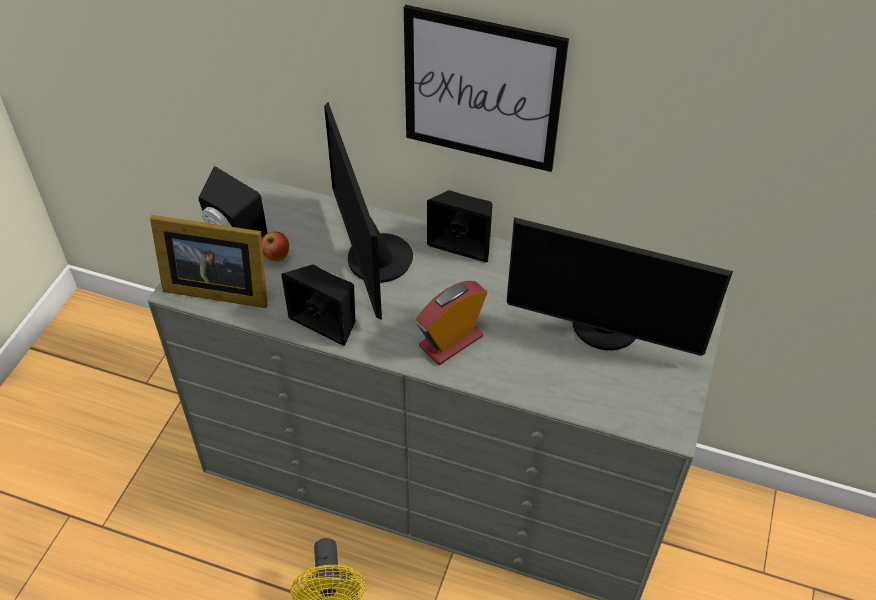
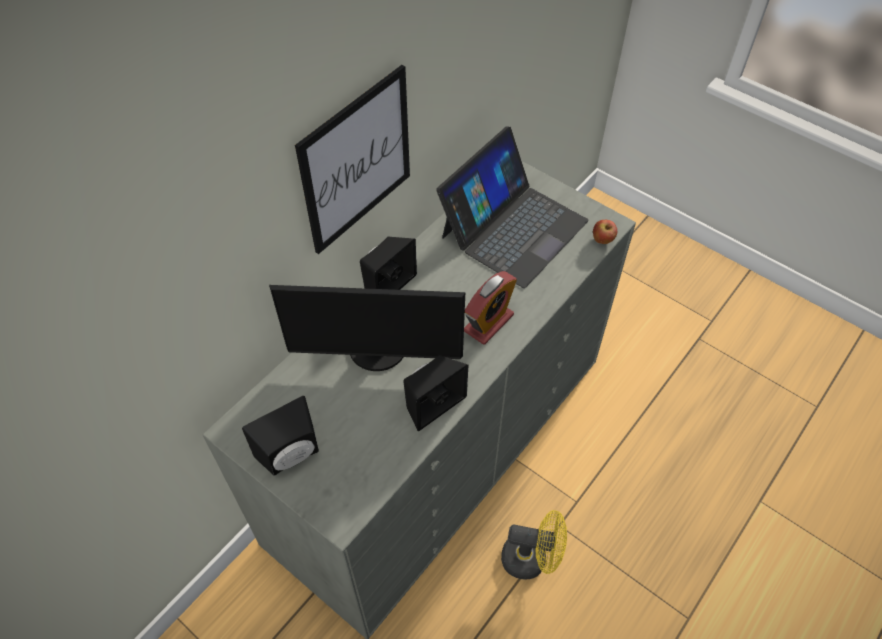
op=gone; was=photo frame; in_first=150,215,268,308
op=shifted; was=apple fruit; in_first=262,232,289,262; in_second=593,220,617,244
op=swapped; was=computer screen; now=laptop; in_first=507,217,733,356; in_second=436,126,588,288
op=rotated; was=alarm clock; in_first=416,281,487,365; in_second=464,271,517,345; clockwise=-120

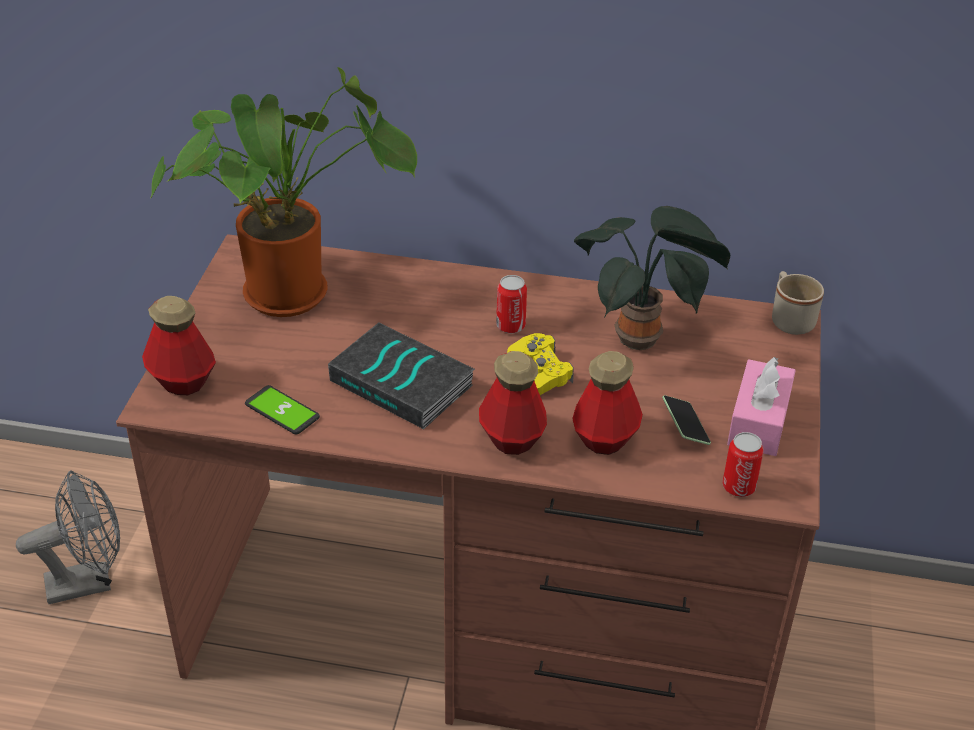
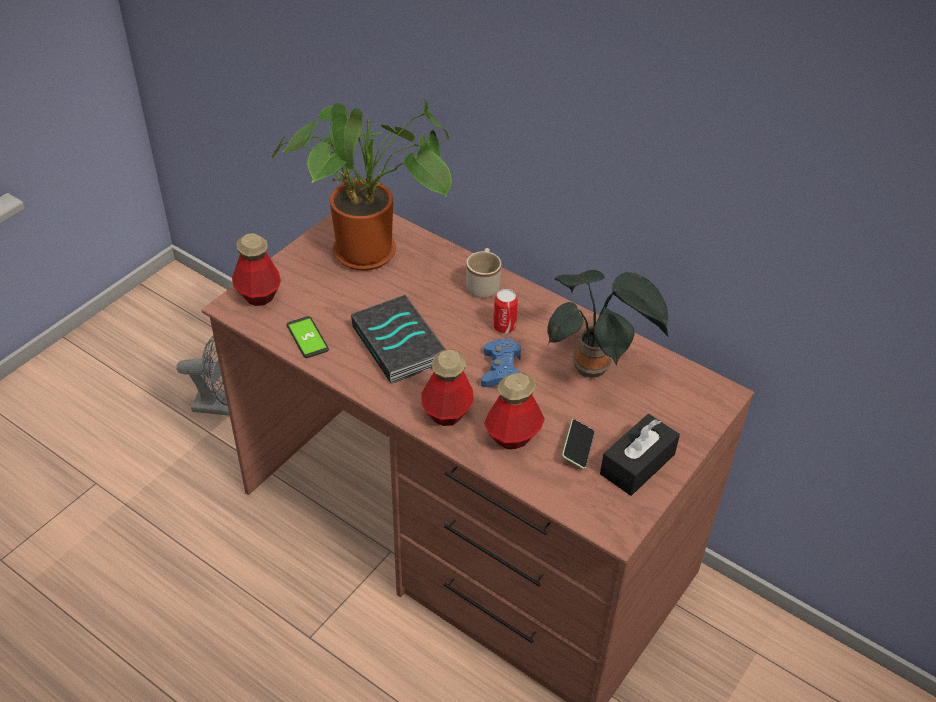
op=gone; was=sealed can; in_first=723,432,764,497
op=shifted; was=mug (beige-coloured); in_first=772,271,824,335; in_second=466,248,501,298
op=repainted; was=gamepad (yellow); now=gamepad (blue-coloured); in_first=507,333,574,395; in_second=481,339,521,387
op=repainted; was=box of tissues (pinkish); now=box of tissues (black); in_first=727,357,796,456; in_second=600,414,680,496

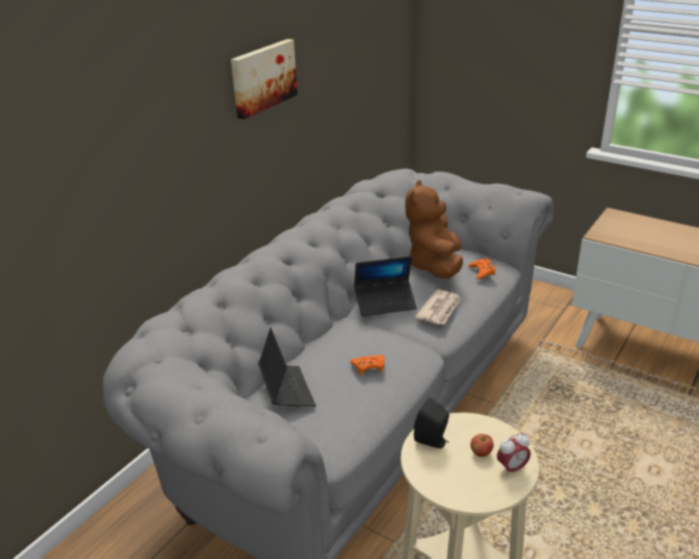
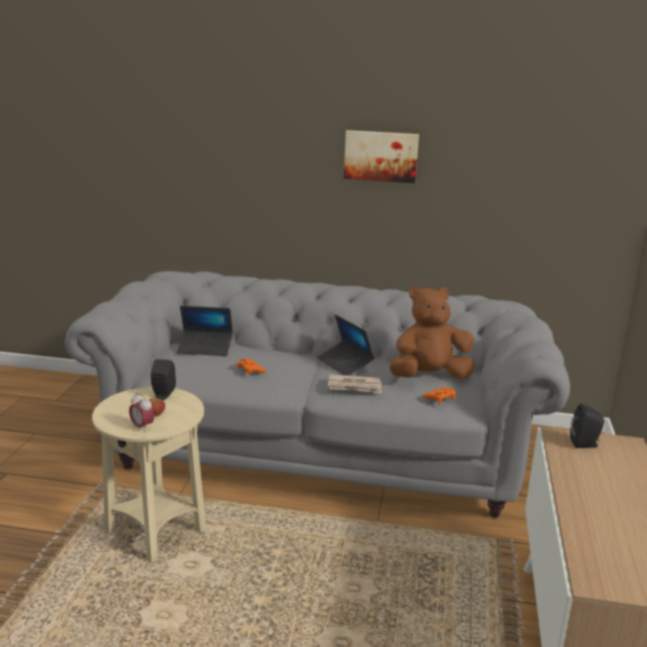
op=new; now=loudspeaker (black); in_second=570,404,604,448
op=rotated; was=laptop; in_first=258,328,316,407; in_second=177,306,233,356; clockwise=45

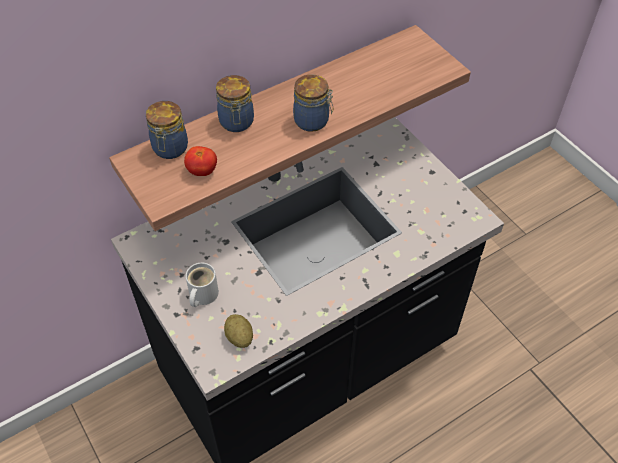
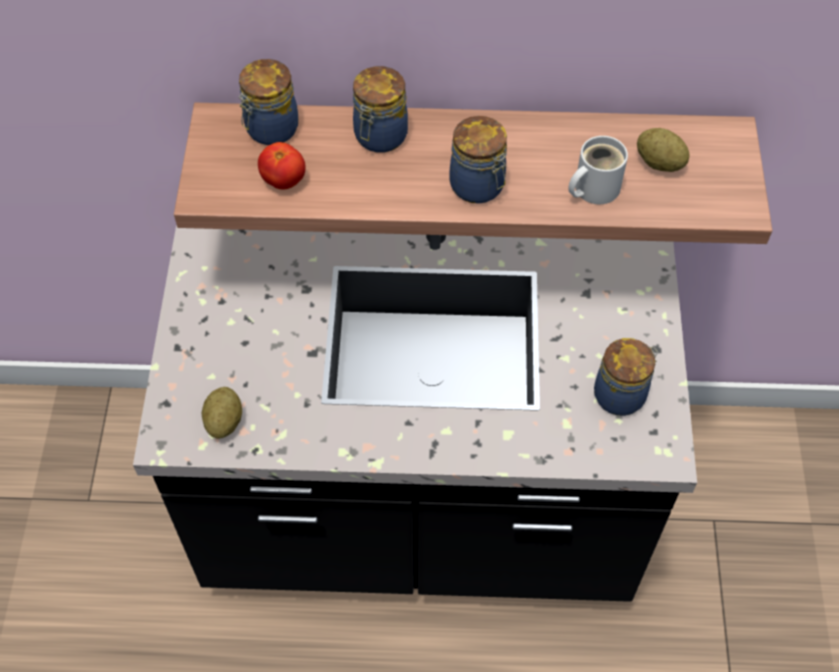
op=new; now=jar; in_second=594,338,658,416
op=new; now=potato; in_second=637,128,690,172
op=shifted; was=mug (whitish); in_first=186,263,219,307; in_second=568,136,628,204

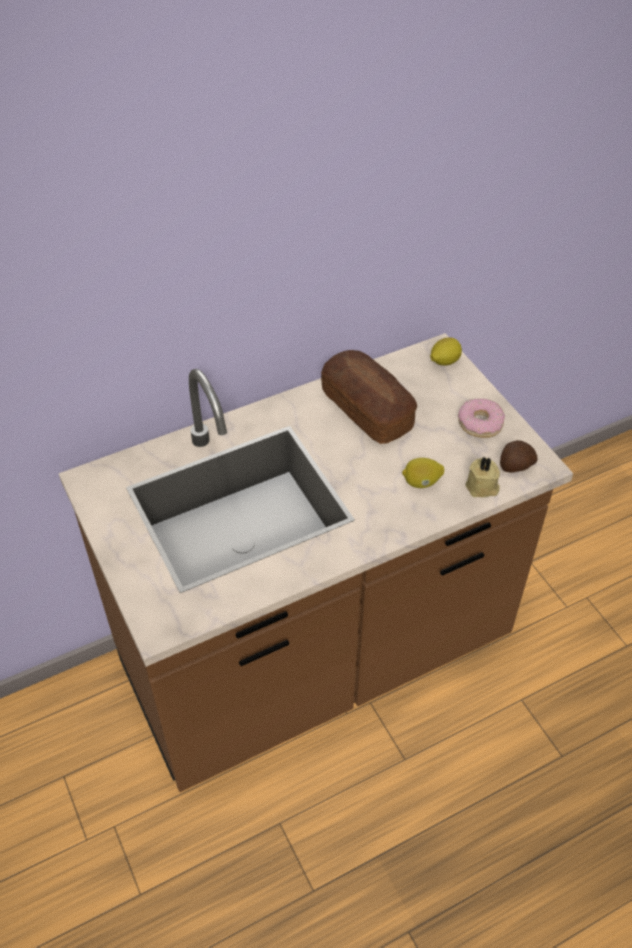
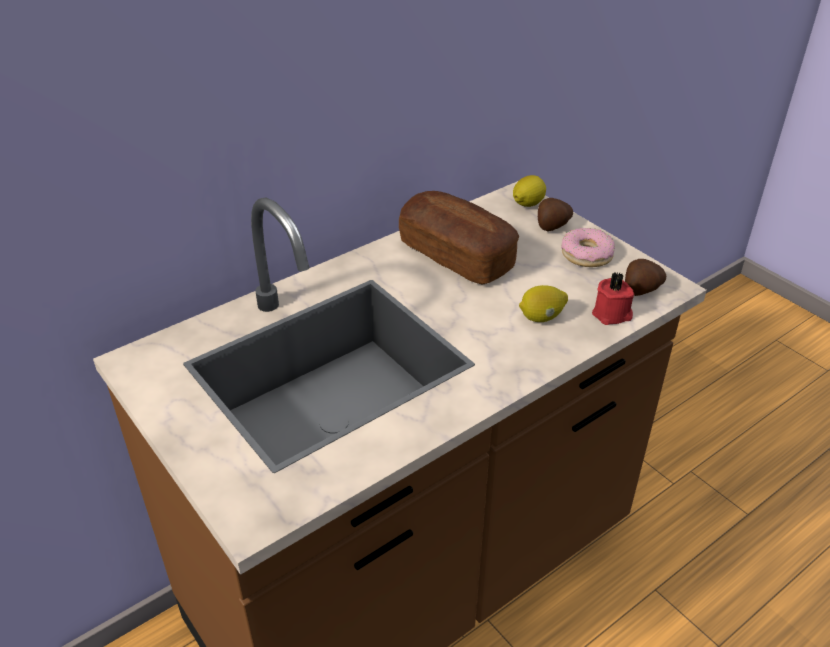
op=new; now=potato; in_second=538,198,573,232
op=repainted; was=wax candle (beige-coloured); now=wax candle (red-coloured); in_first=465,457,500,497; in_second=592,272,634,325

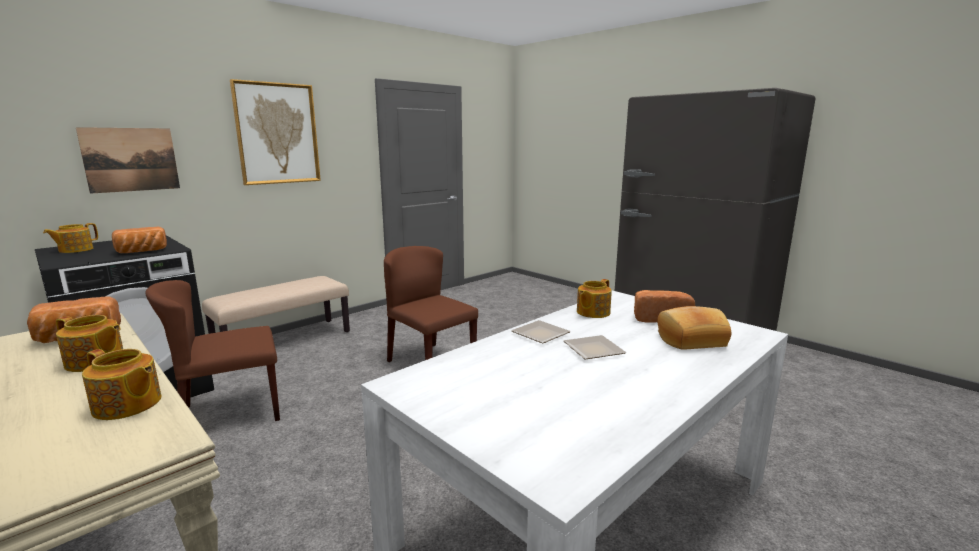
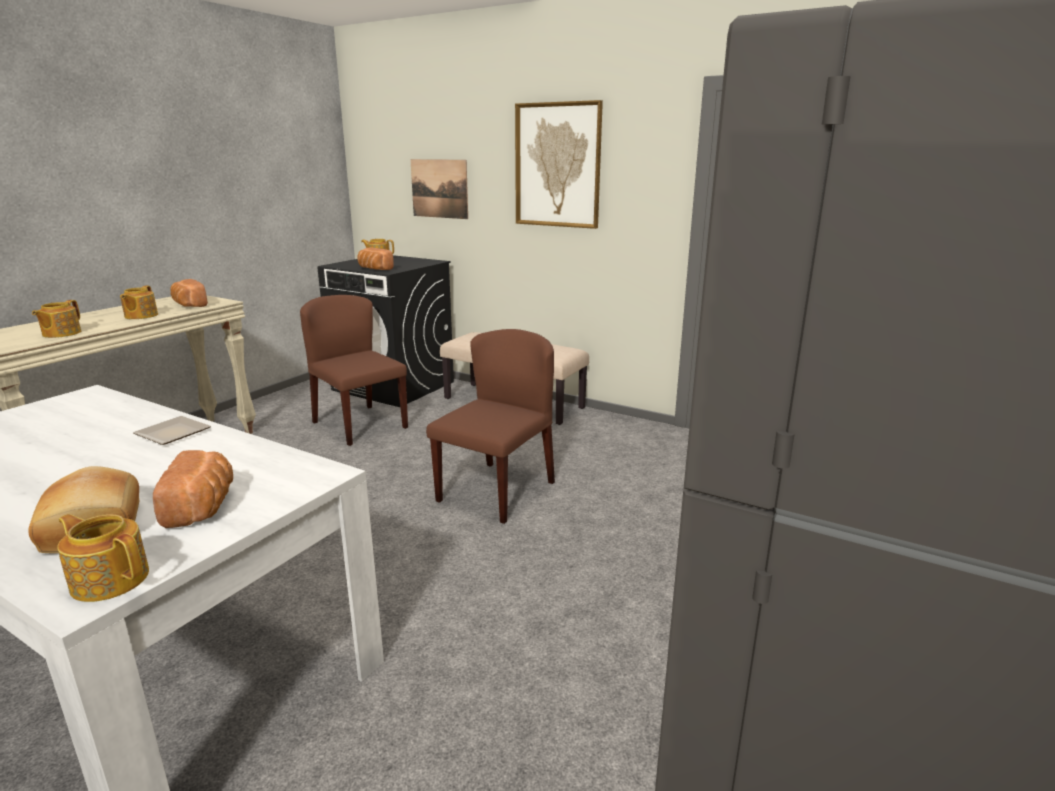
op=gone; was=dinner plate; in_first=564,335,627,360
op=shifted; was=teapot; in_first=577,279,612,318; in_second=57,514,149,602

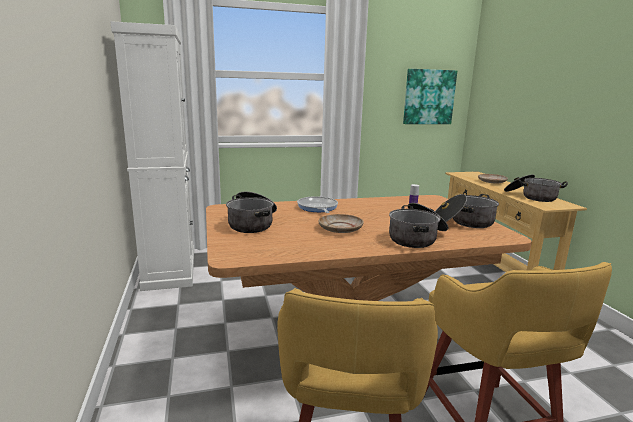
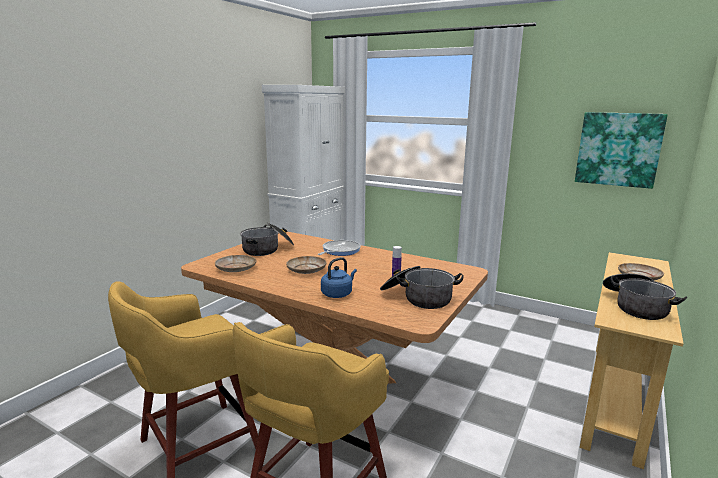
op=new; now=dinner plate (beige-coloured); in_second=215,255,256,272
op=swapped; was=stockpot; now=tea kettle (blue-coloured); in_first=389,203,448,248; in_second=321,257,357,298

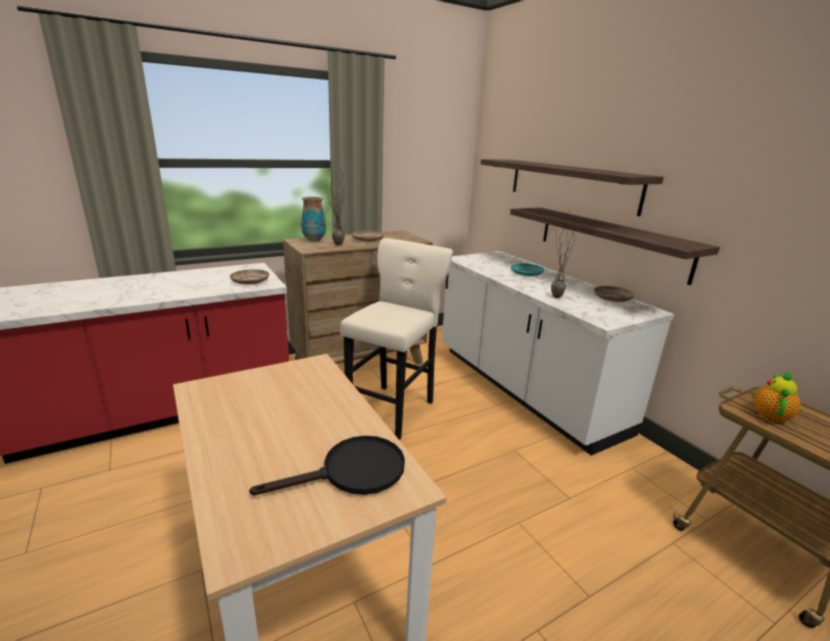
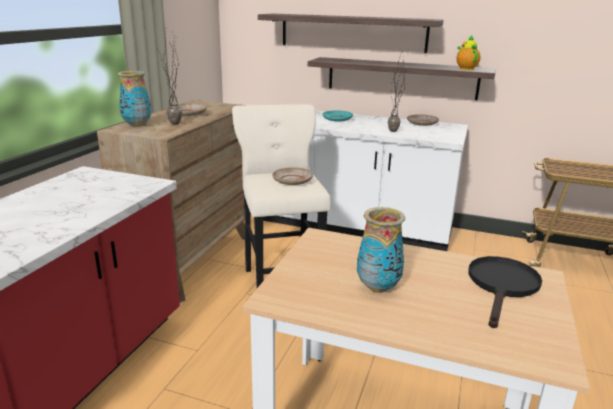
op=new; now=flower vase; in_second=357,207,405,293
op=shifted; was=dinner plate (beige-coloured); in_first=230,269,269,285; in_second=272,167,313,185
op=shifted; was=teapot; in_first=754,371,801,424; in_second=456,35,480,70

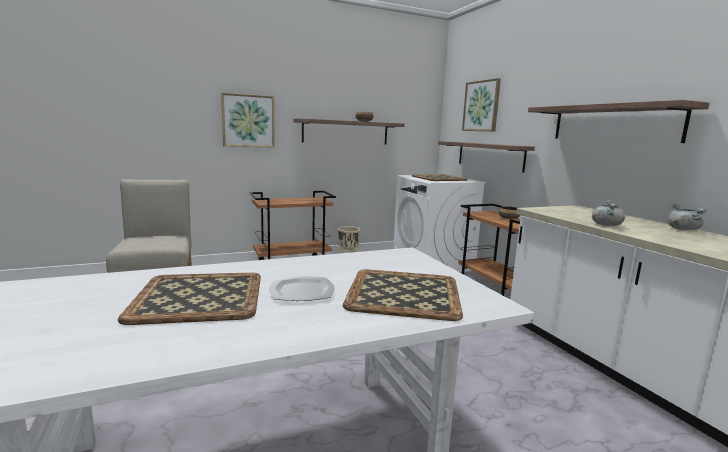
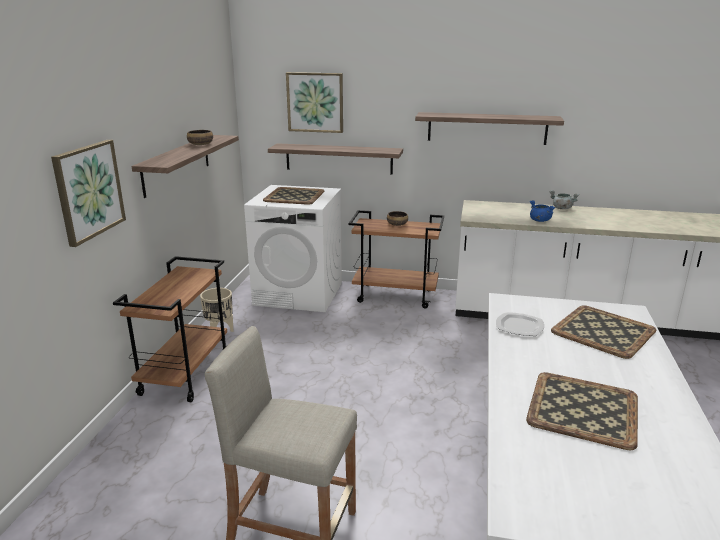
op=shifted; was=dinner plate; in_first=269,276,335,301; in_second=496,312,544,336
op=repainted; was=stockpot (gray); now=stockpot (blue-coloured); in_first=592,200,625,226; in_second=530,200,556,222

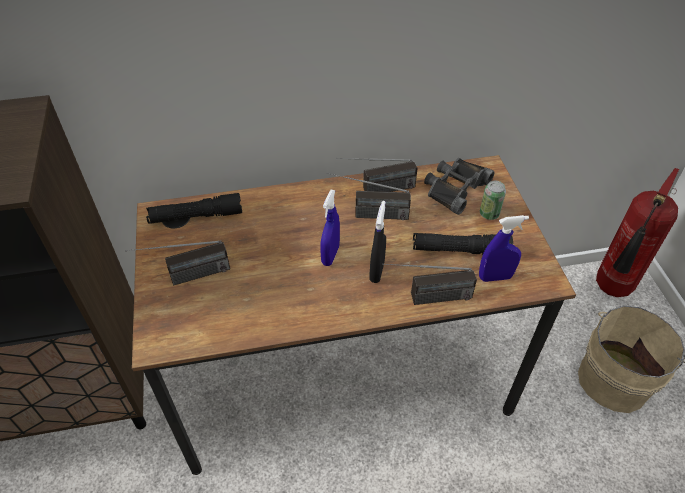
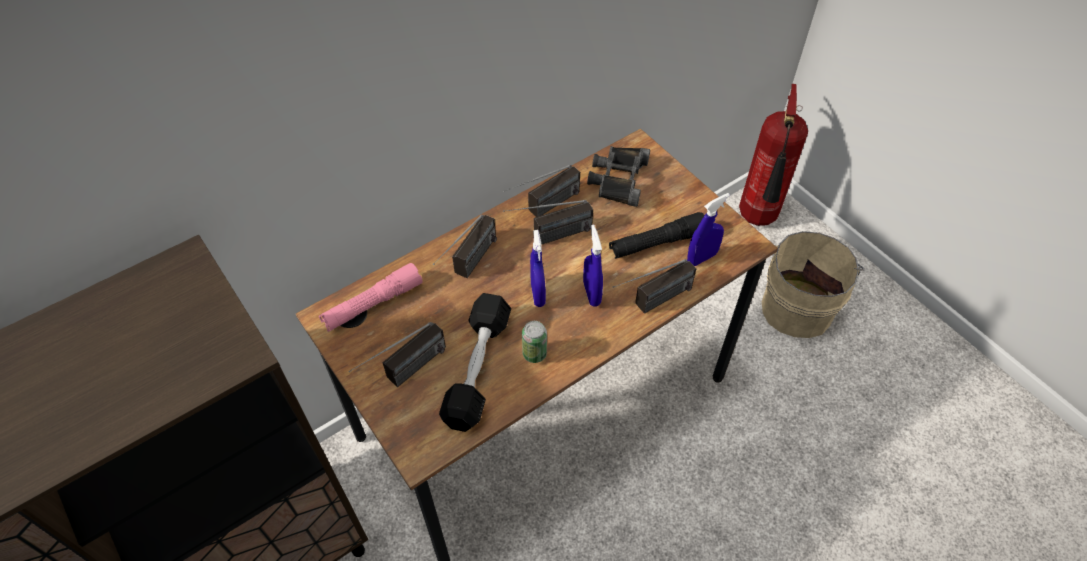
op=new; now=radio; in_second=433,214,497,278
op=new; now=hand weight (black); in_second=439,293,511,432
op=shifted; was=sealed can; in_first=480,181,506,220; in_second=522,321,547,363
op=repainted; was=torch (black); now=torch (pinkish); in_first=146,193,242,224; in_second=319,263,423,332
op=repainted; was=sprayer (black); now=sprayer (blue-coloured); in_first=369,201,386,283; in_second=583,225,603,307

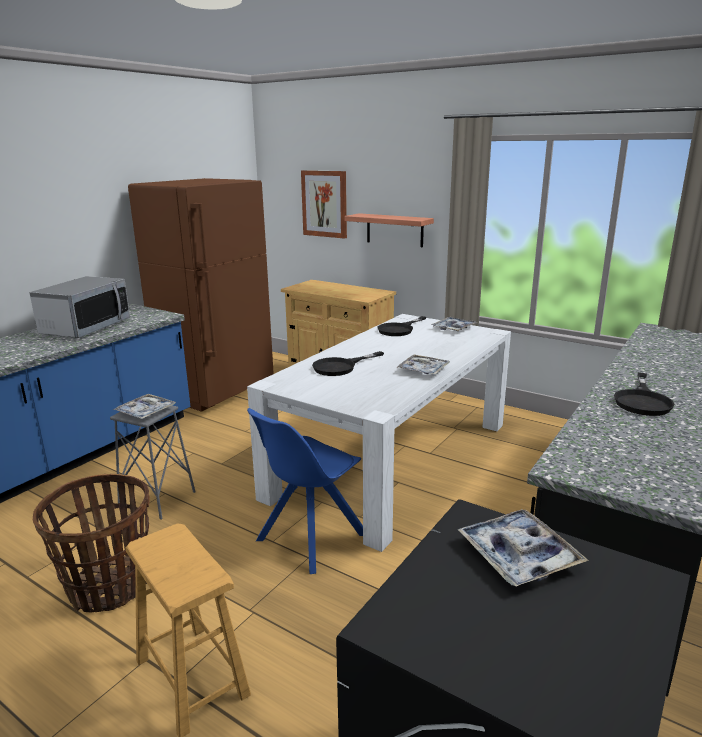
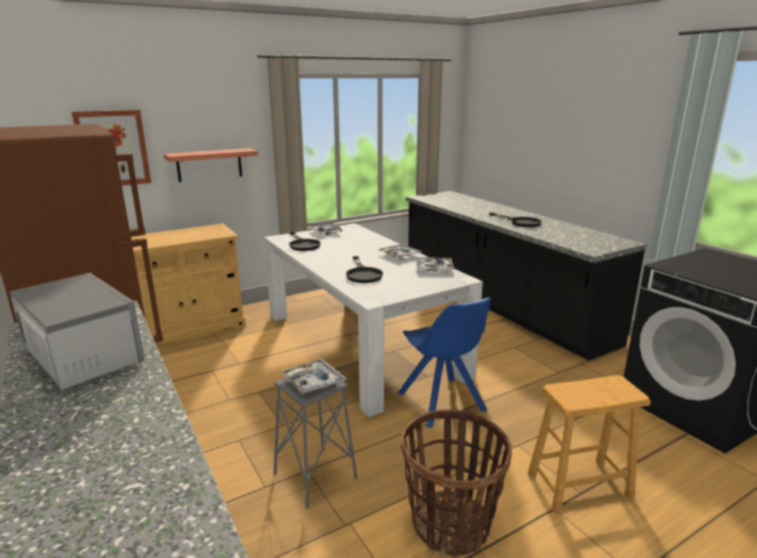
op=shifted; was=carrying tray; in_first=458,509,588,586; in_second=416,257,454,271

